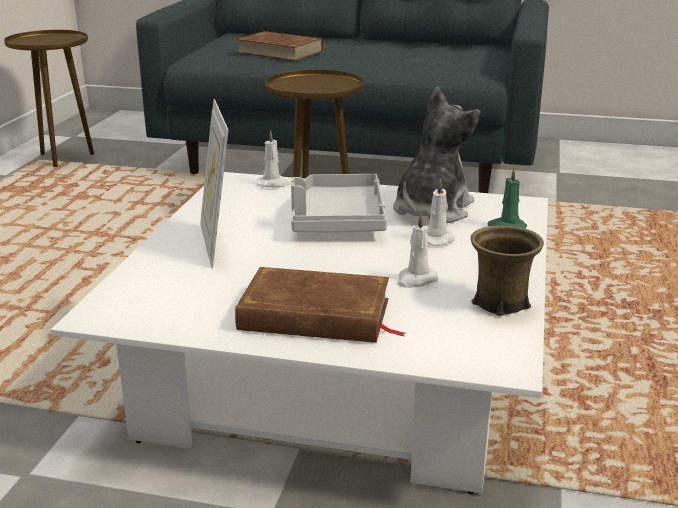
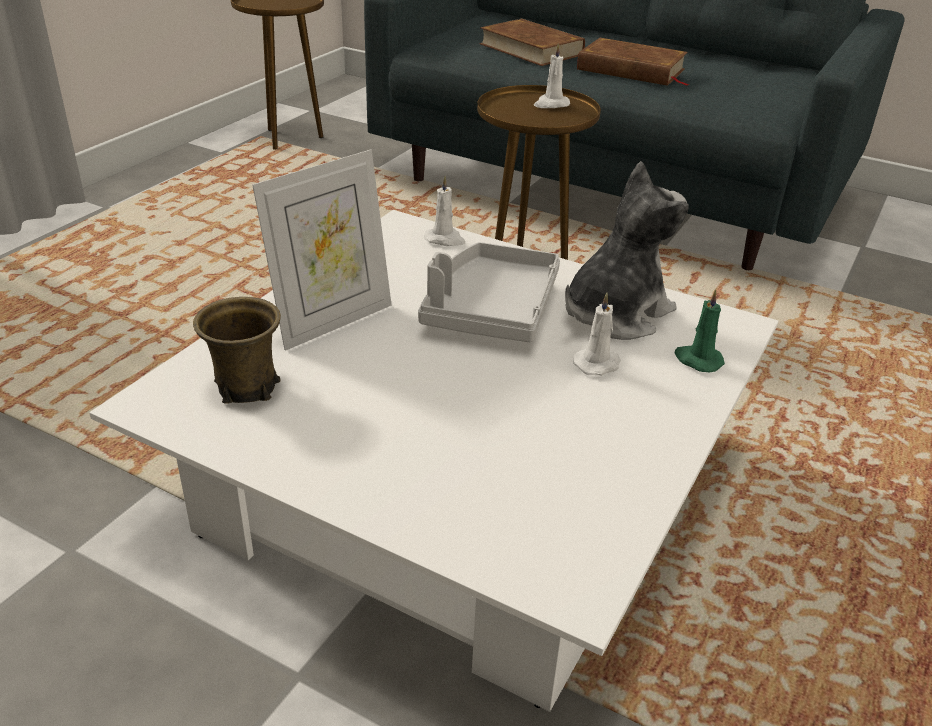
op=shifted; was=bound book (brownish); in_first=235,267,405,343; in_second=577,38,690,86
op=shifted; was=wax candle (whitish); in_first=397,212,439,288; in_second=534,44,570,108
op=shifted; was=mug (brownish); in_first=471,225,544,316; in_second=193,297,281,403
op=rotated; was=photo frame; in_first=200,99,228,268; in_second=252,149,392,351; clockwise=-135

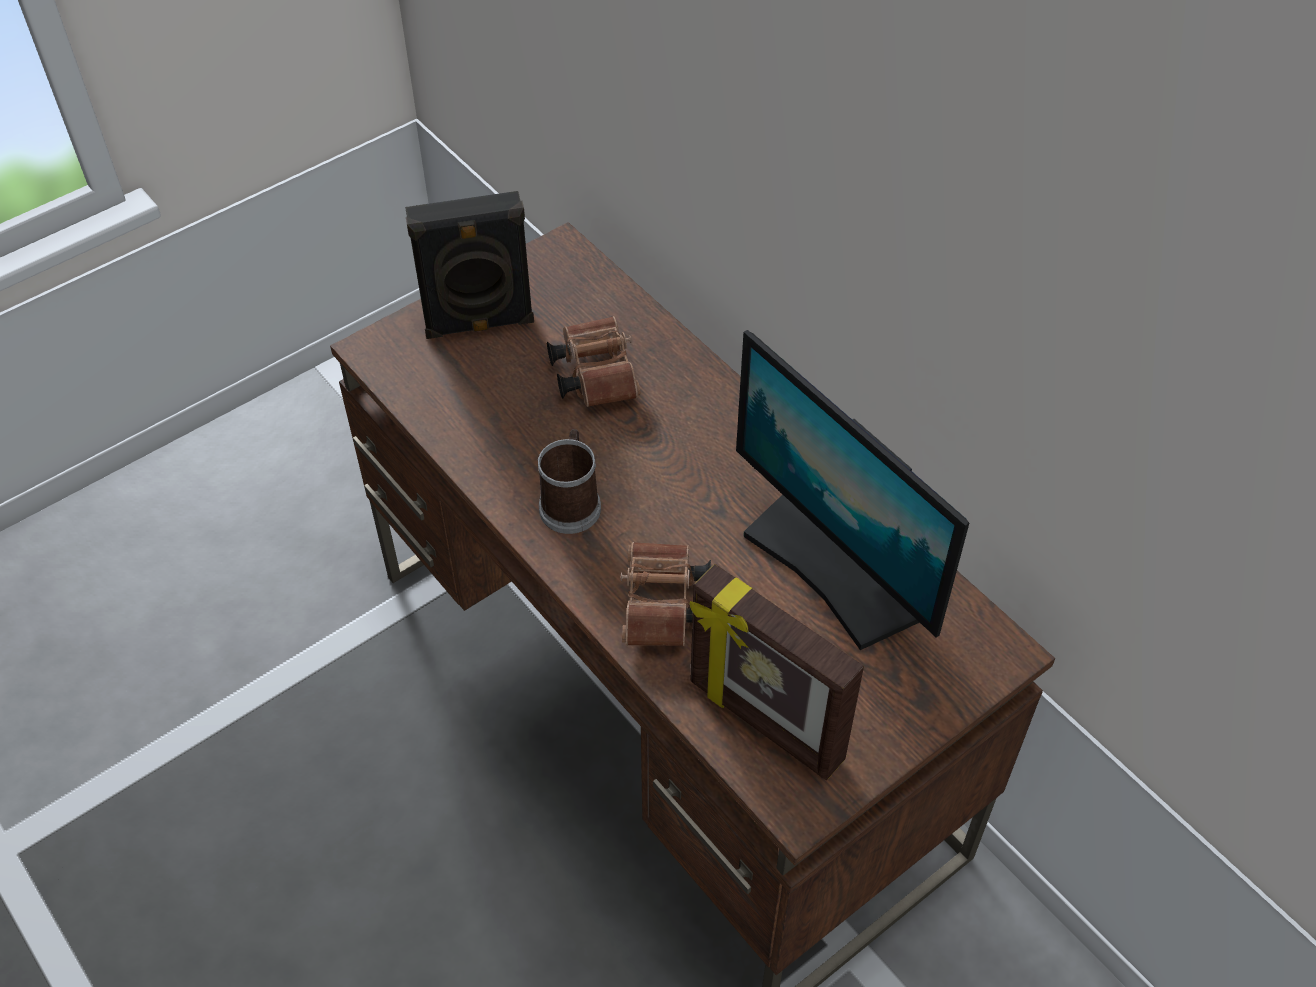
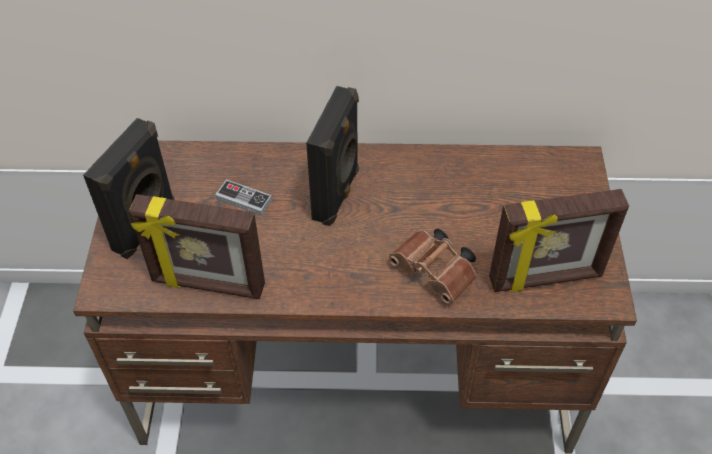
op=gone; was=mug; in_first=538,429,601,534
op=gone; was=computer screen; in_first=736,330,969,650
op=new; now=photo frame; in_second=129,194,265,299
op=new; now=loudspeaker (black); in_second=306,86,359,226
op=swapped; was=binoculars (brownish); now=gamepad; in_first=547,316,641,407; in_second=215,179,272,216

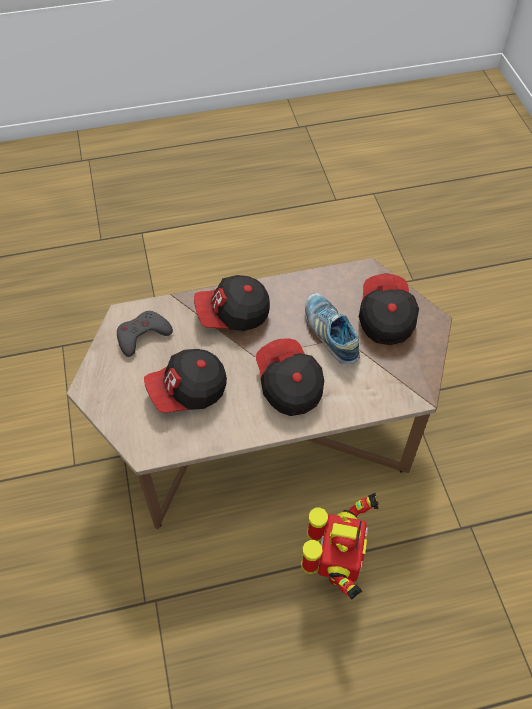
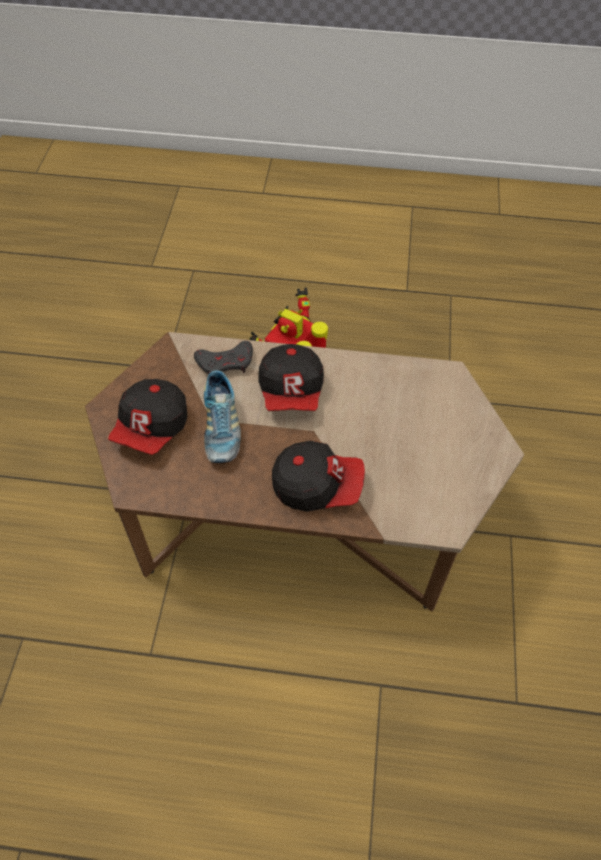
op=gone; was=cap; in_first=144,349,227,413
op=shifted; was=gamepad (gray); in_first=117,311,173,357; in_second=194,341,253,374

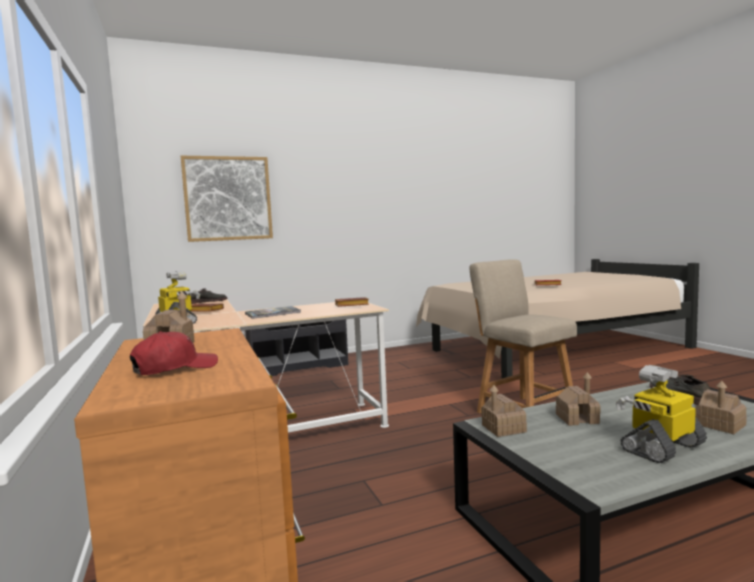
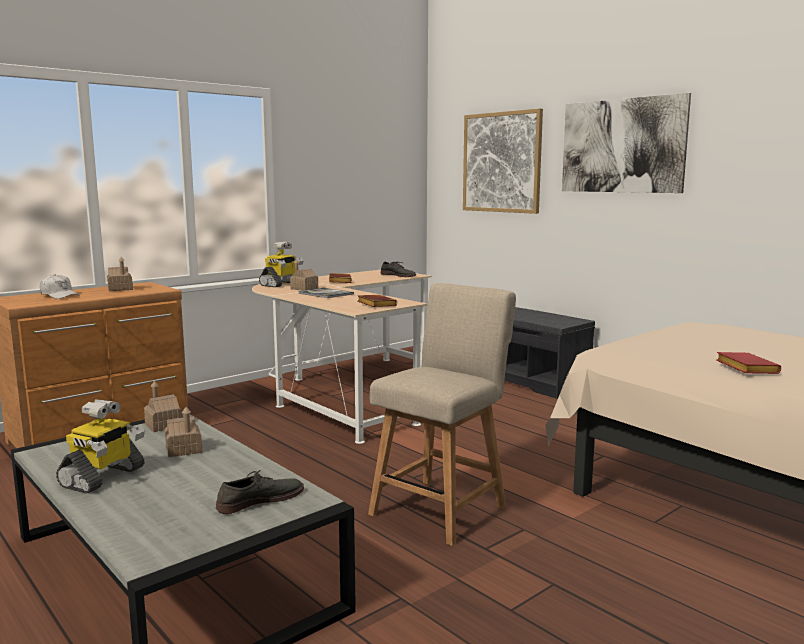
op=new; now=wall art; in_second=562,93,691,193
op=shifted; was=model house; in_first=695,381,747,434; in_second=290,259,318,291
op=repainted; was=cap (red-coloured); now=cap (whitish); in_first=130,331,218,375; in_second=40,274,80,299
op=rotated; was=model robot; in_first=616,365,707,463; in_second=56,399,145,493; clockwise=75

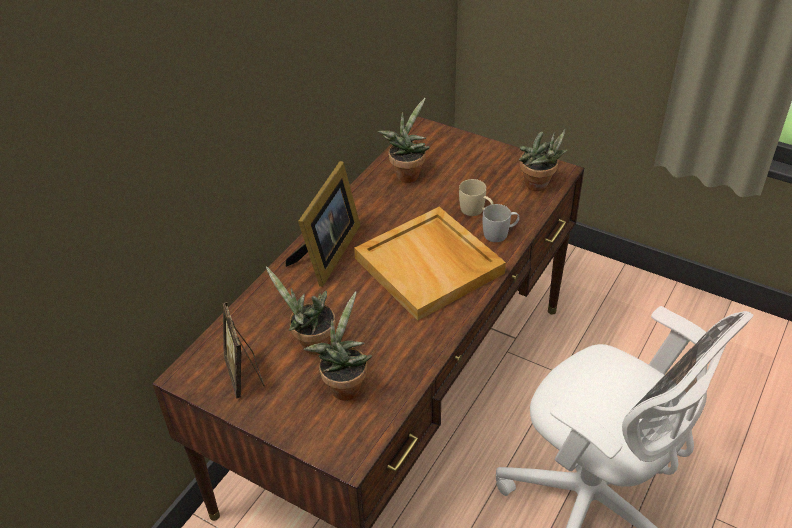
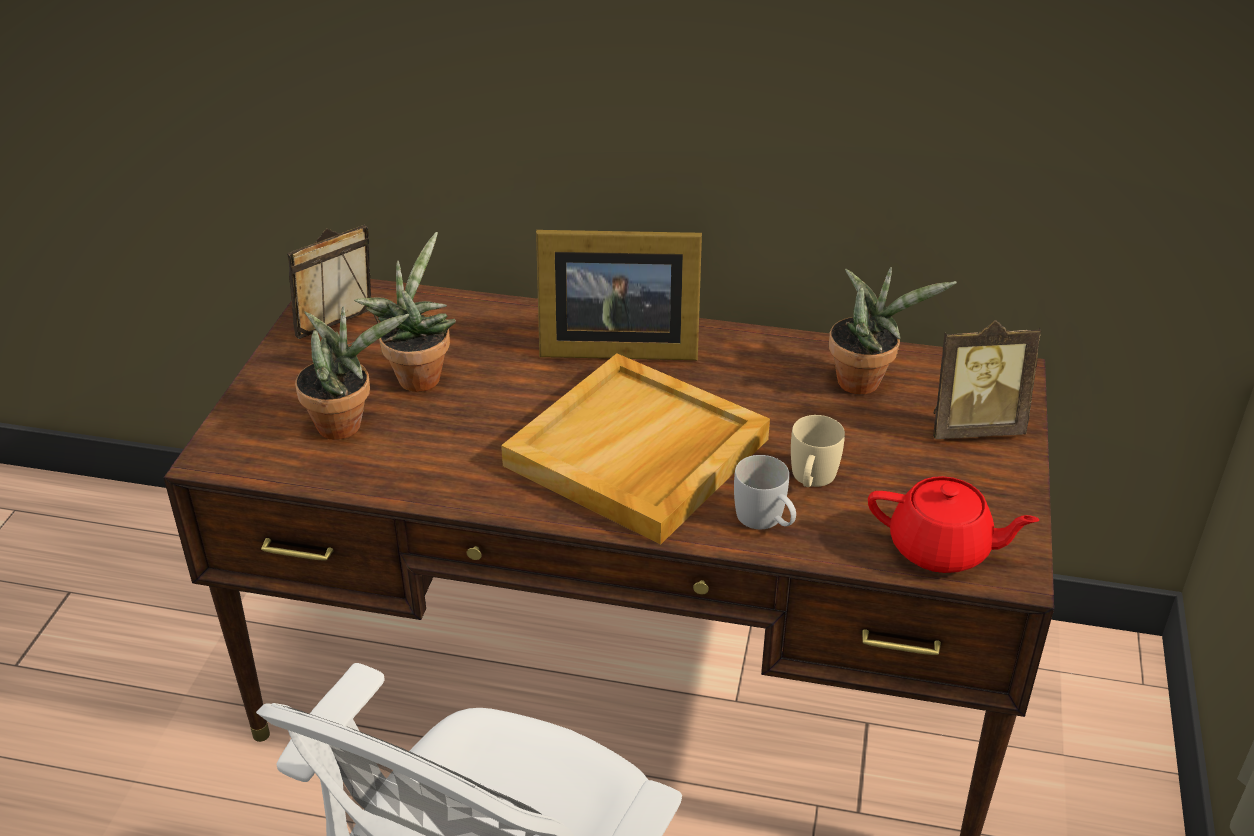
op=new; now=photo frame; in_second=933,320,1042,439
op=swapped; was=plant in a pot; now=teapot (red-coloured); in_first=519,129,568,191; in_second=868,476,1039,573

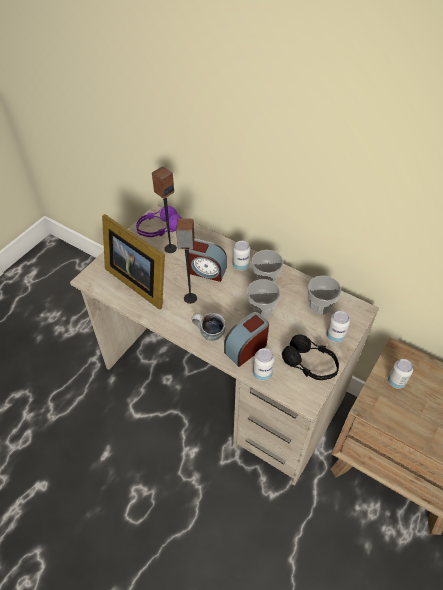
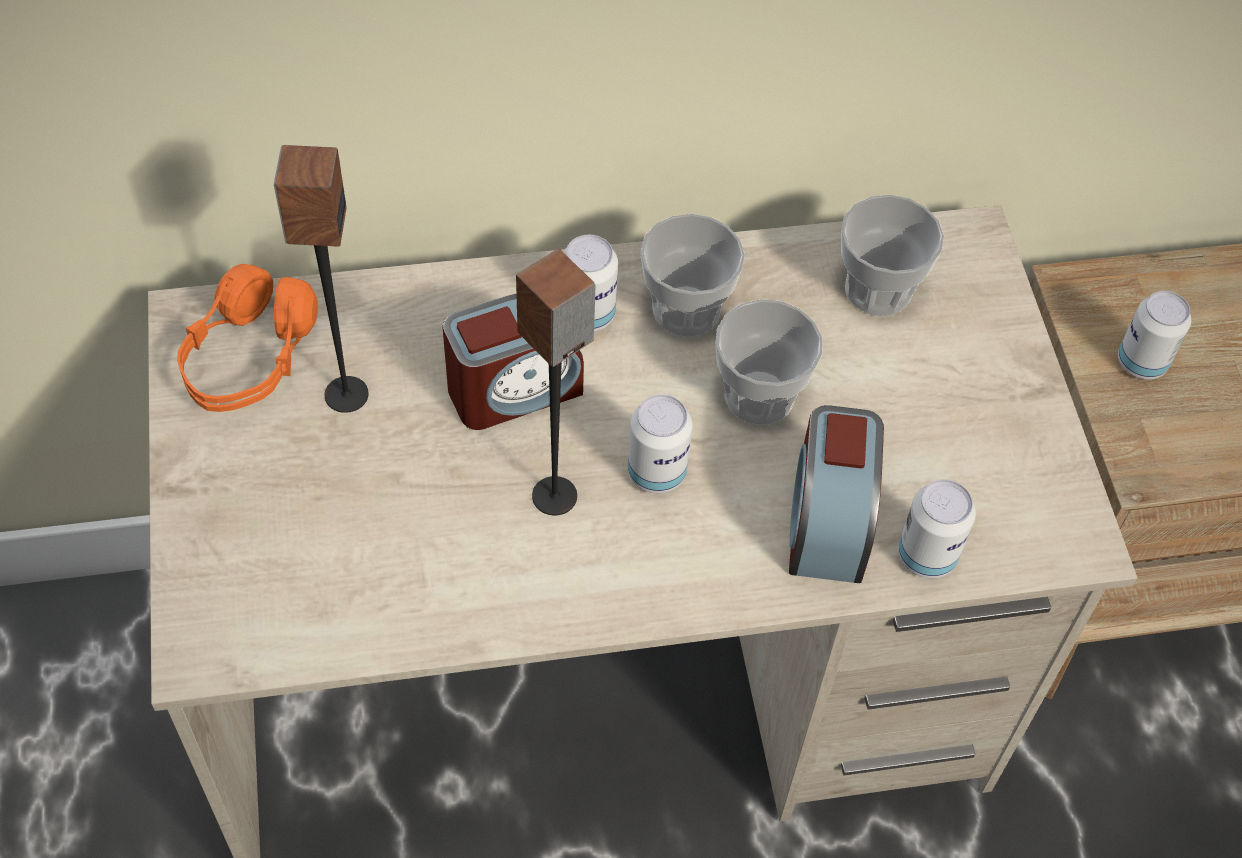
op=gone; was=photo frame; in_first=102,214,165,310
op=gone; was=mug; in_first=191,313,226,341
op=gone; was=headset (black); in_first=282,335,339,380
op=shifted; was=sealed can; in_first=327,311,350,342; in_second=628,394,692,493
op=repainted; was=headset (purple); now=headset (orange); in_first=136,206,181,237; in_second=177,264,318,412

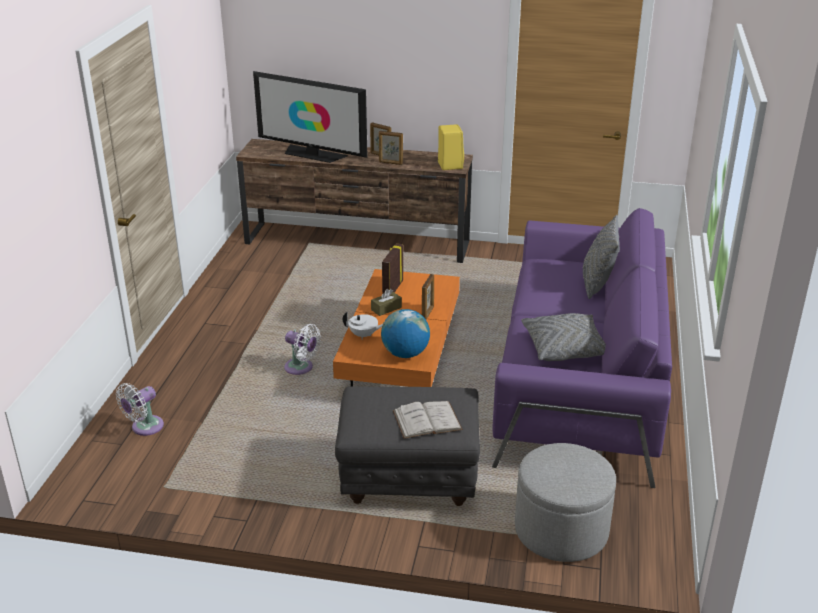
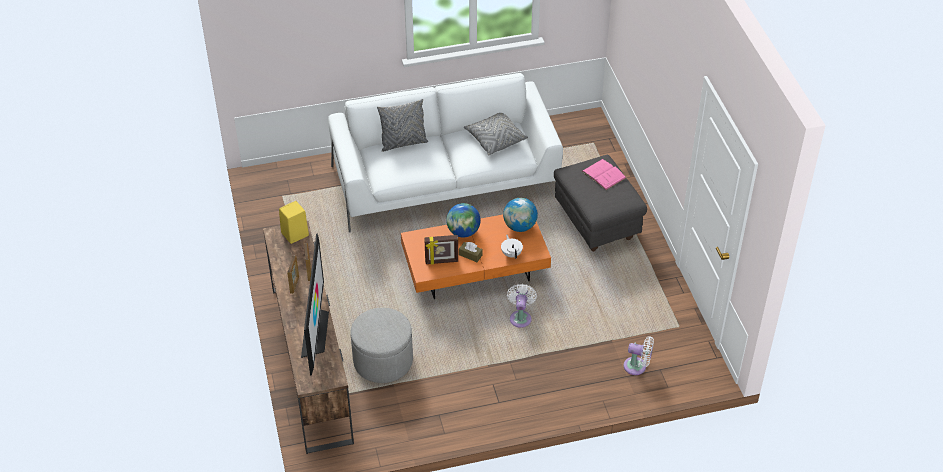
op=shifted; was=pouffe (gray); in_first=515,443,616,562; in_second=350,308,413,383
op=swapped; was=photo frame; now=world globe; in_first=422,274,434,319; in_second=446,203,481,238
op=repainted; was=bound book (whitish); now=bound book (pinkish); in_first=393,401,463,439; in_second=582,159,626,190
op=repainted; was=couch (purple); now=couch (whitish); in_first=492,208,672,488; in_second=328,73,563,232

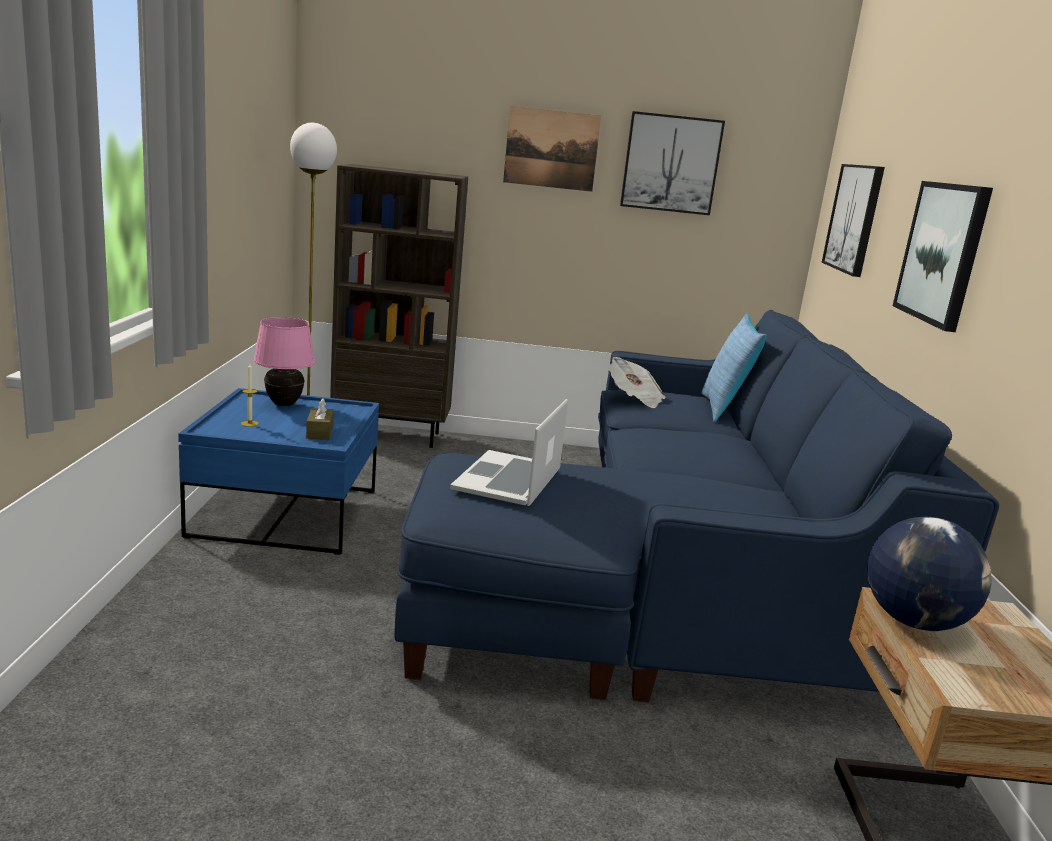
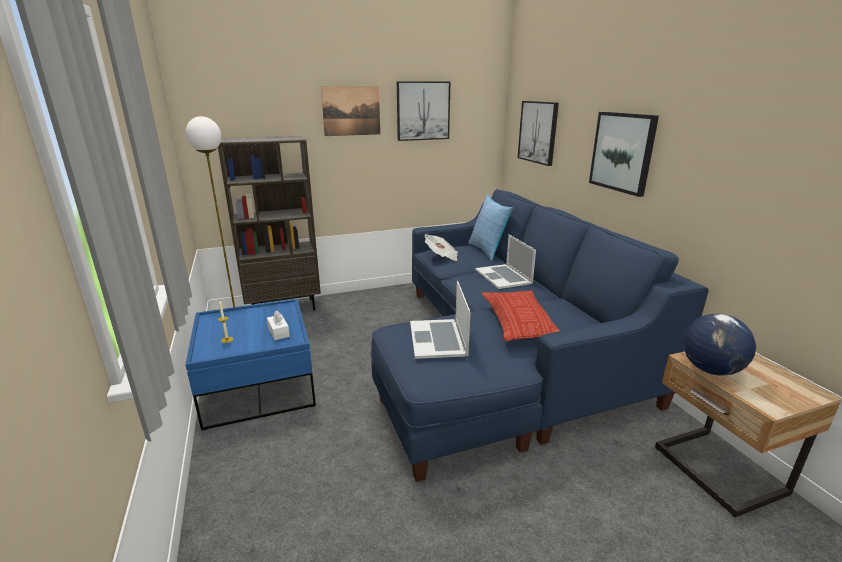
op=gone; was=lamp for a table (pinkish); in_first=253,317,315,406
op=new; now=laptop; in_second=475,234,536,289
op=new; now=pillow; in_second=481,291,560,342
op=repainted; was=box of tissues (brownish); now=box of tissues (whitish); in_first=306,398,334,440; in_second=267,310,290,340

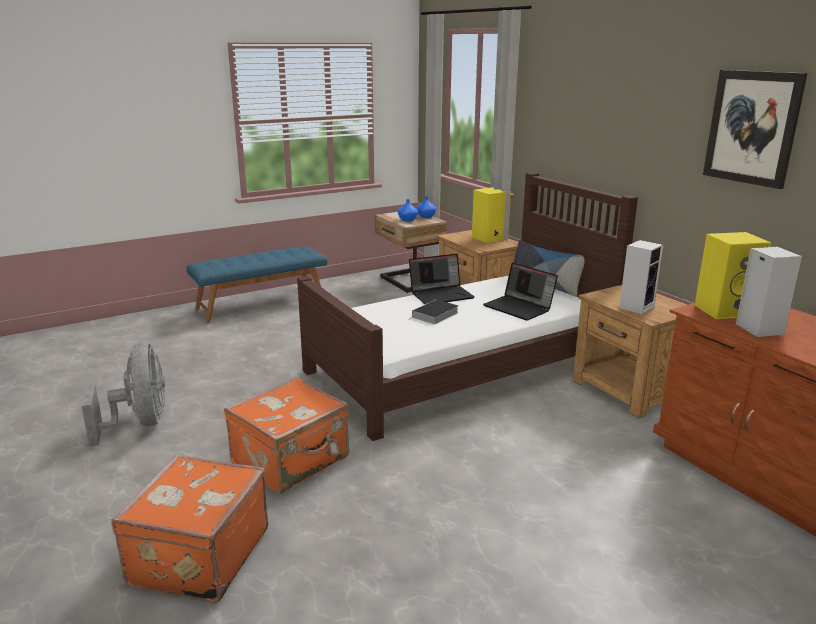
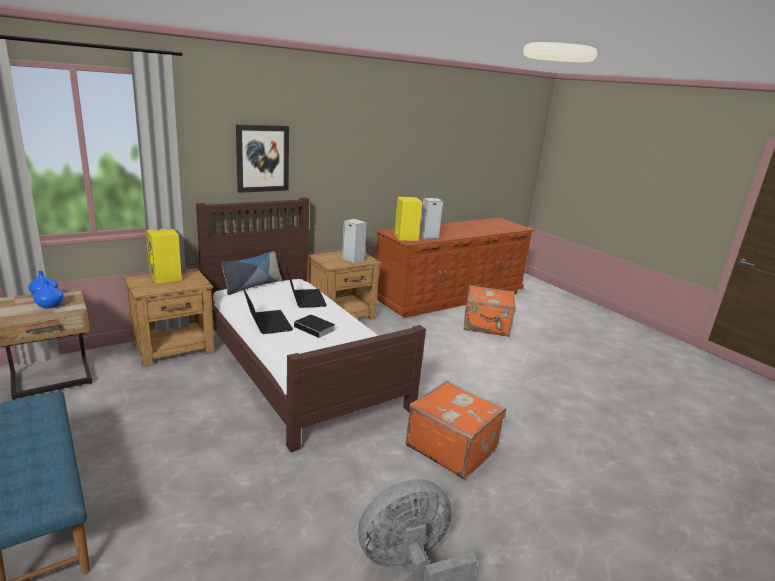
op=shifted; was=suitcase (orange); in_first=111,454,268,603; in_second=464,285,516,337
op=shifted; was=wall art; in_first=703,70,807,189; in_second=236,125,289,193
op=rotated; was=laptop; in_first=483,263,558,321; in_second=286,266,327,308; clockwise=-60

